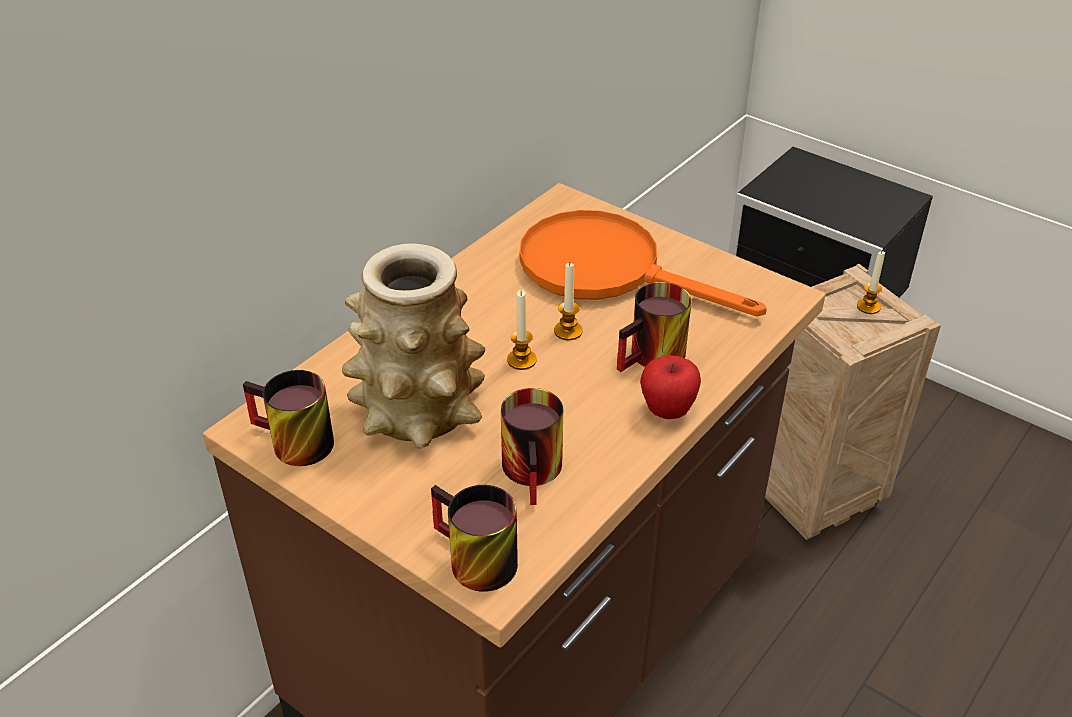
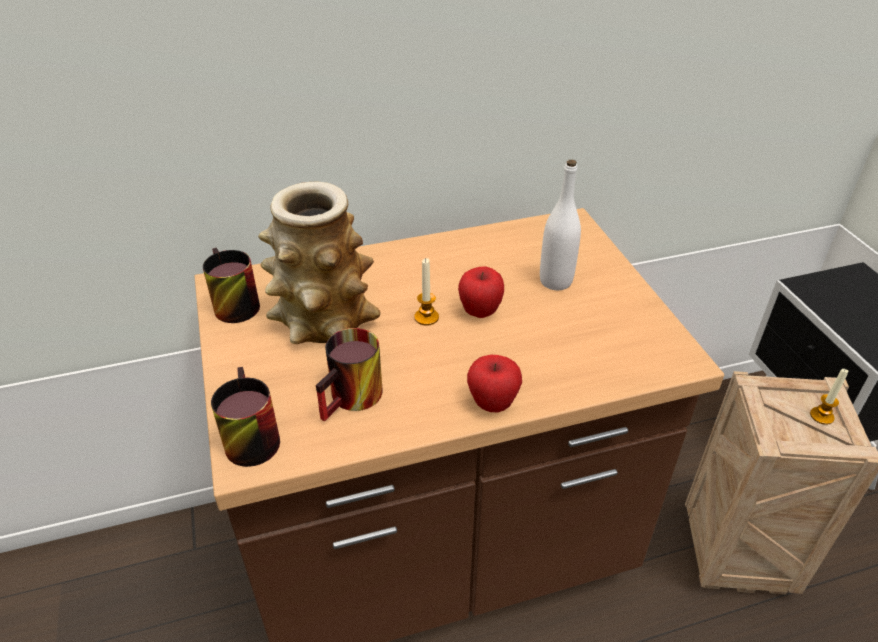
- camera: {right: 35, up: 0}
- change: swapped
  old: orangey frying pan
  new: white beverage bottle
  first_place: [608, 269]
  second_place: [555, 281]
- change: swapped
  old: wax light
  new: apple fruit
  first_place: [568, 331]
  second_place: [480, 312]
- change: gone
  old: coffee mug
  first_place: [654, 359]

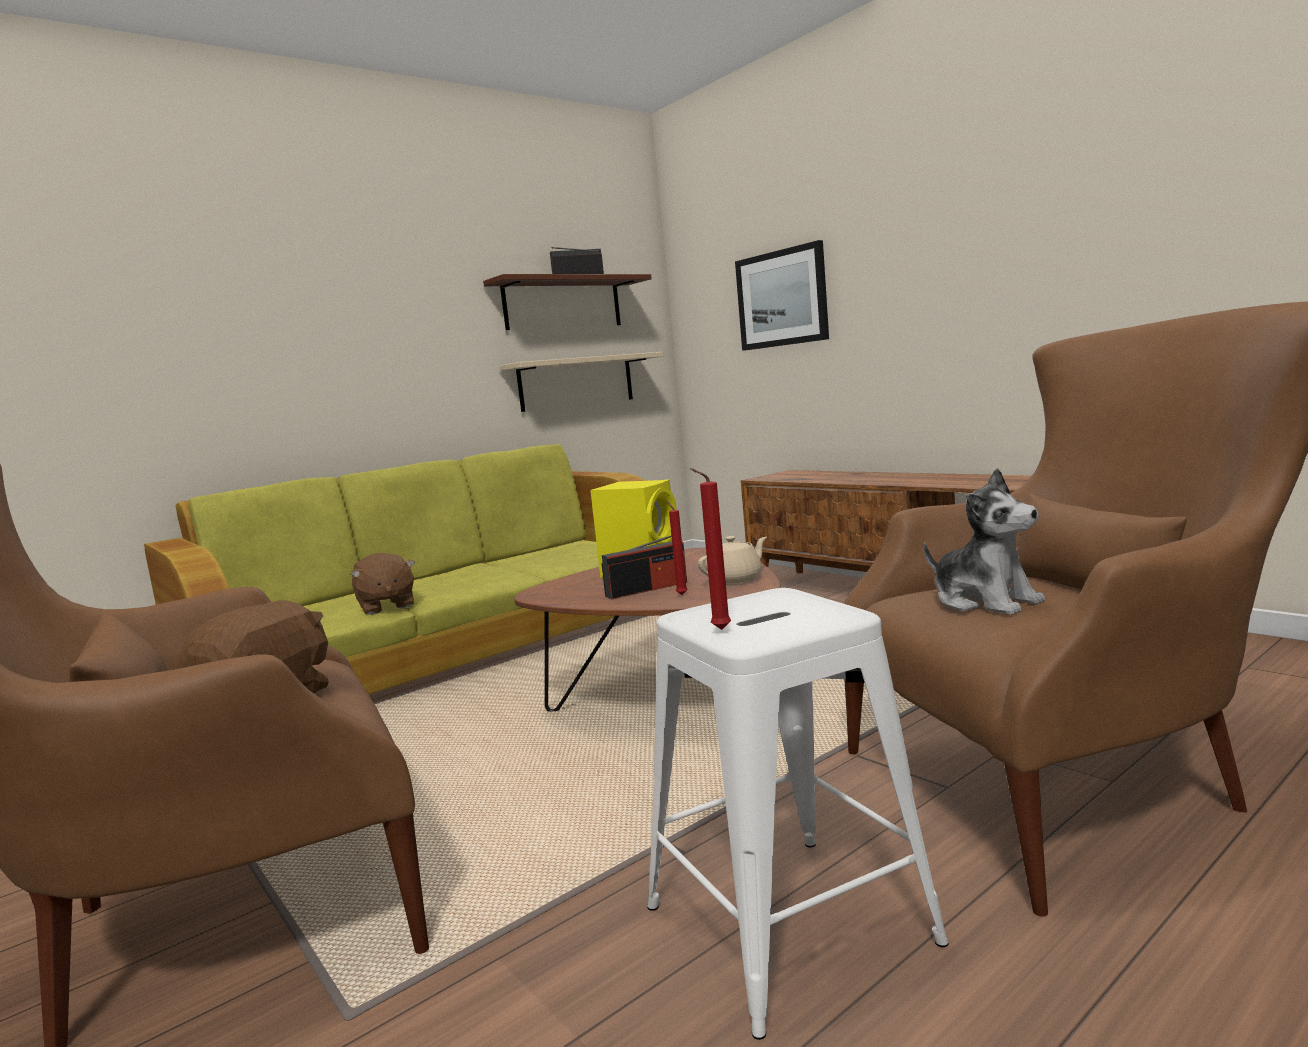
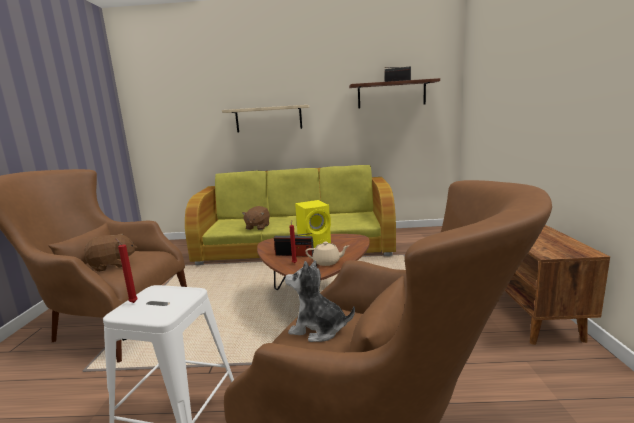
- camera: {right: 40, up: 5}
- change: gone
  old: wall picture
  first_place: [782, 298]
- change: shifted
  old: beige-coloured wall shelf
  first_place: [576, 382]
  second_place: [268, 119]
- change: rotated
  old: plush toy
  first_place: [985, 601]
  second_place: [318, 329]
  degrees: 105

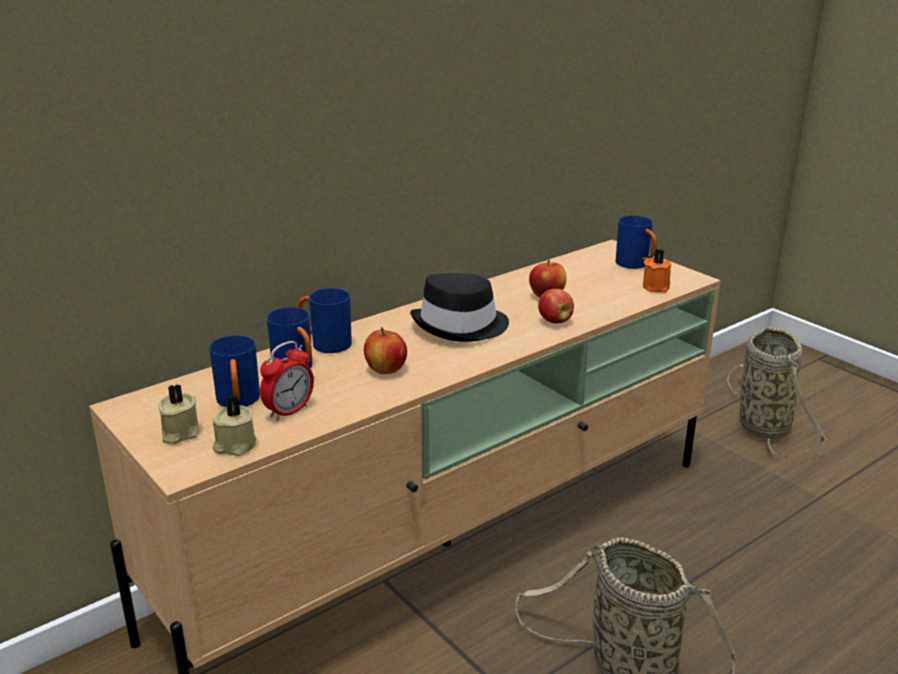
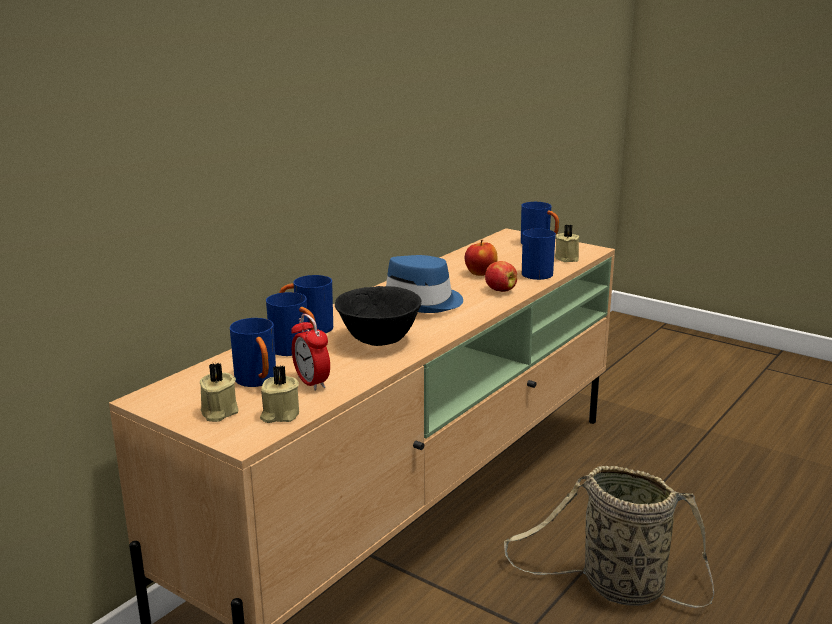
- camera: {right: -15, up: -5}
- change: repainted
  old: orangey wax light
  new: beige-coloured wax light
  first_place: [657, 286]
  second_place: [567, 258]
- change: repainted
  old: black-coloured wearable hat
  new: blue wearable hat
  first_place: [461, 326]
  second_place: [422, 302]
- change: swapped
  old: apple fruit
  new: black-coloured bowl
  first_place: [386, 370]
  second_place: [378, 341]
- change: gone
  old: storage basket
  first_place: [762, 424]
- change: rotated
  old: table clock
  first_place: [289, 411]
  second_place: [311, 383]
  degrees: 120
- change: new
  new: blue coffee mug
  second_place: [536, 272]

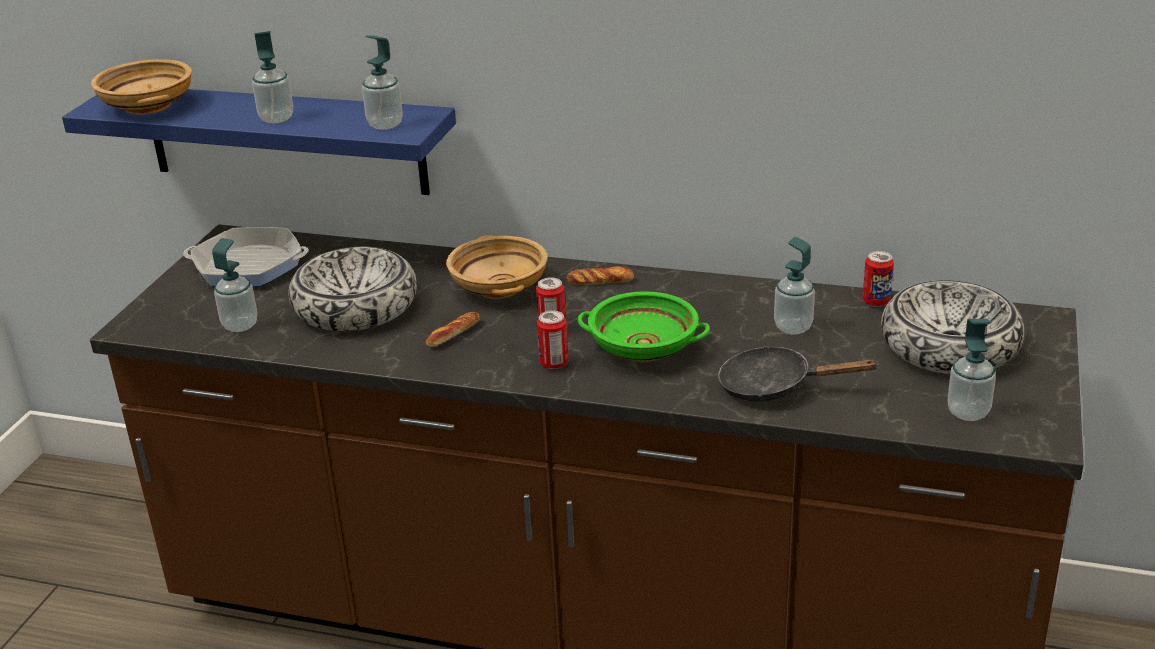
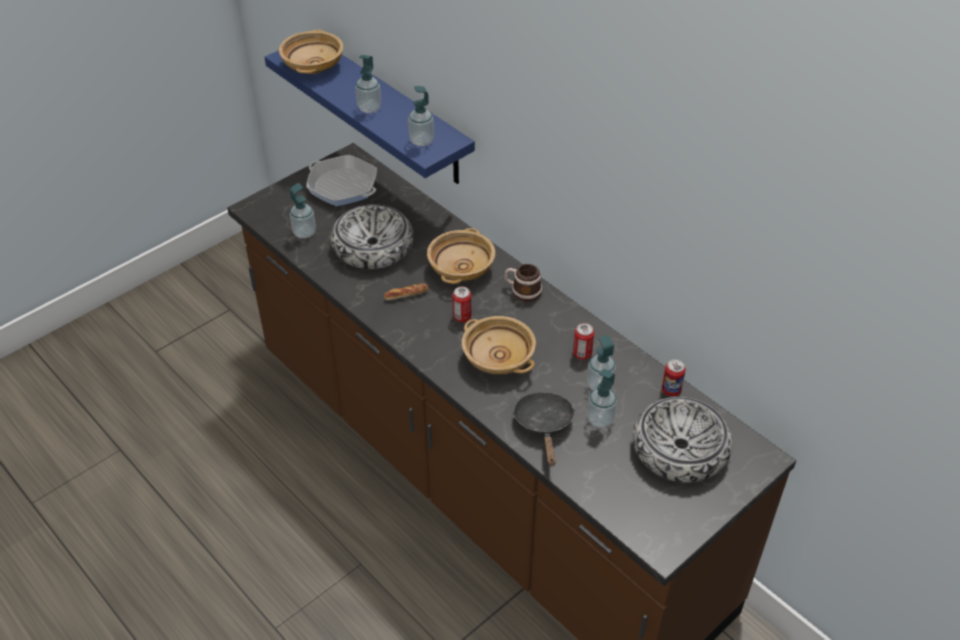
- camera: {right: 30, up: 15}
- change: swapped
  old: baked bread
  new: coffee mug
  first_place: [600, 281]
  second_place: [522, 291]
- change: repainted
  old: green-coloured bowl
  new: beige-coloured bowl
  first_place: [642, 349]
  second_place: [497, 358]
- change: shifted
  old: sealed can
  first_place: [554, 363]
  second_place: [582, 354]
- change: shifted
  old: soap dispenser
  first_place: [968, 412]
  second_place: [600, 419]
- change: rotated
  old: black-coloured frying pan
  first_place: [774, 386]
  second_place: [544, 425]
  degrees: 45

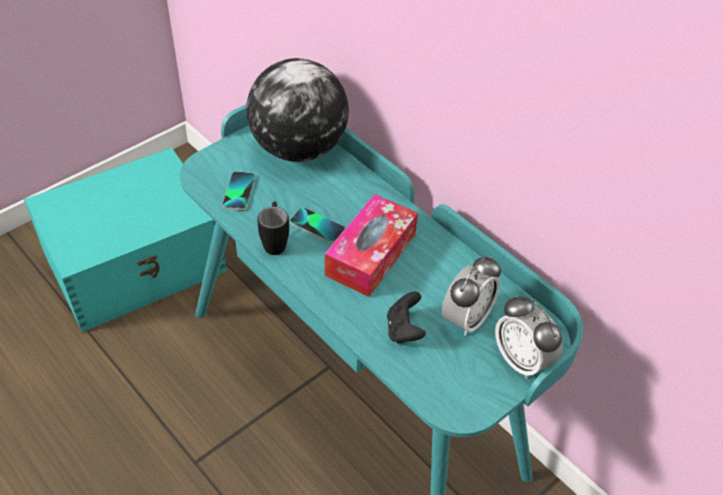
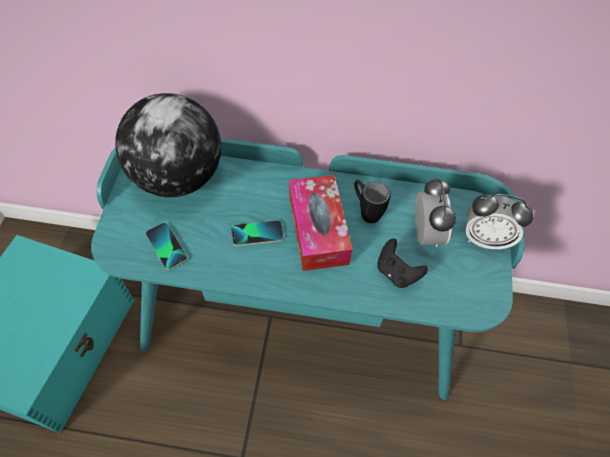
- camera: {right: -40, up: 10}
- change: shifted
  old: black-coloured coffee mug
  first_place: [275, 241]
  second_place: [366, 211]

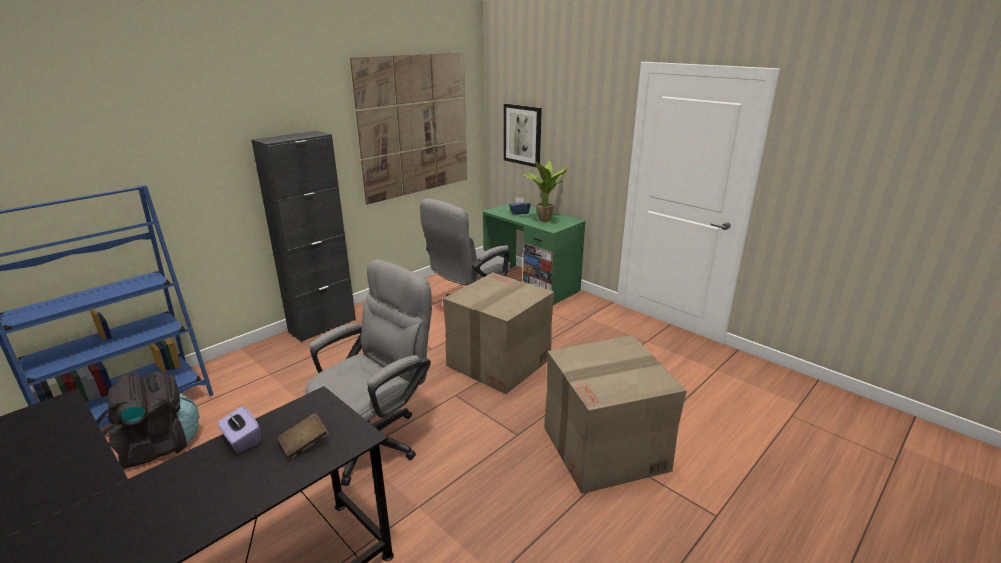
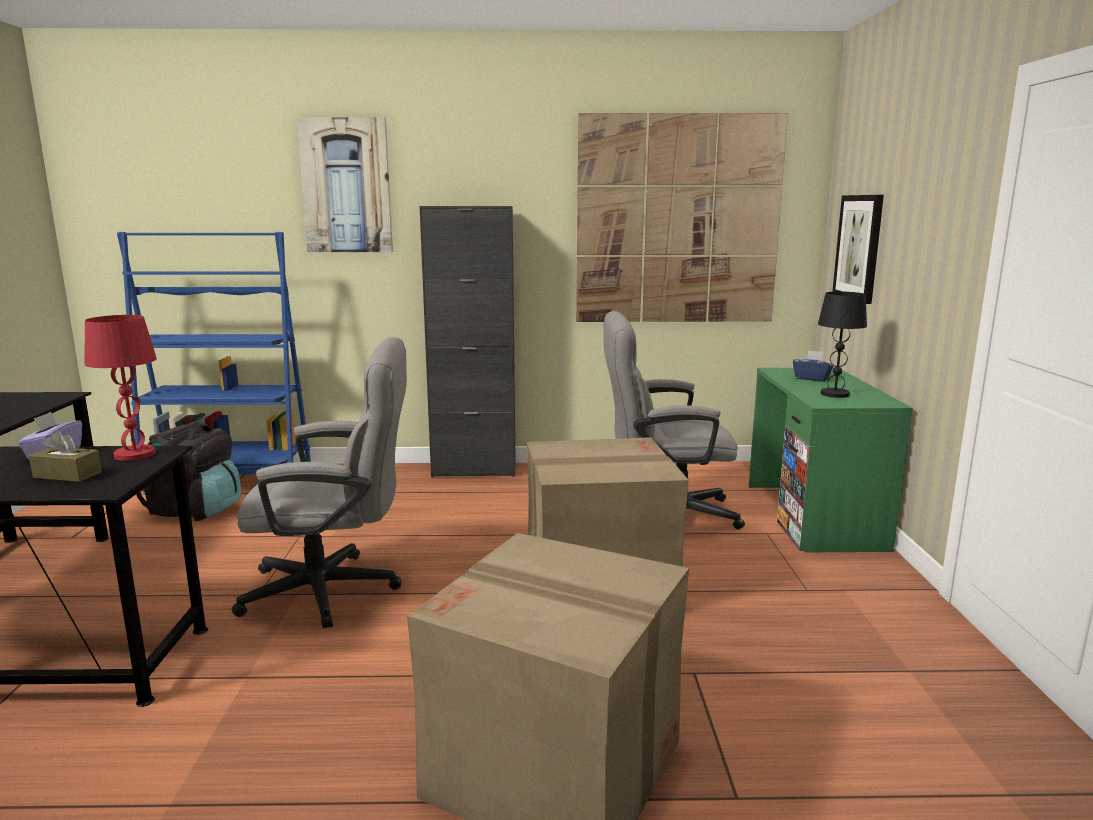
- camera: {right: 45, up: -10}
- change: swapped
  old: plant in a pot
  new: black-coloured lamp for a table
  first_place: [546, 221]
  second_place: [835, 394]
- change: swapped
  old: brownish volume
  new: brownish box of tissues
  first_place: [304, 444]
  second_place: [67, 475]
- change: new
  new: wall picture
  second_place: [346, 186]
- change: new
  new: red-coloured lamp for a table
  second_place: [135, 454]

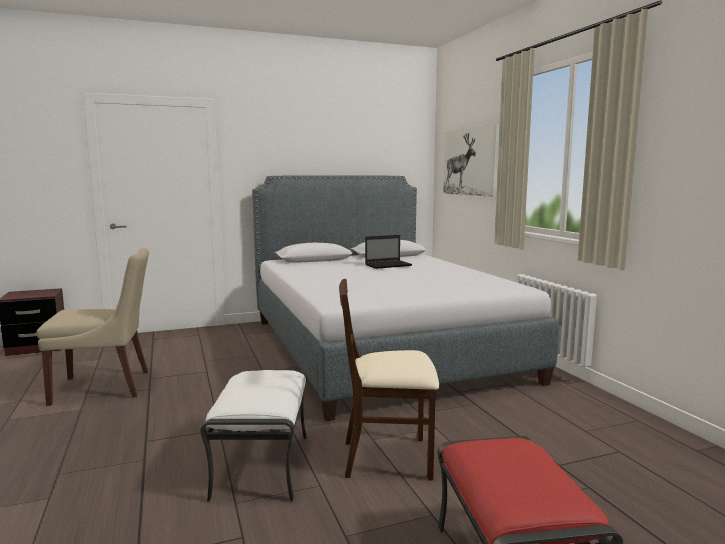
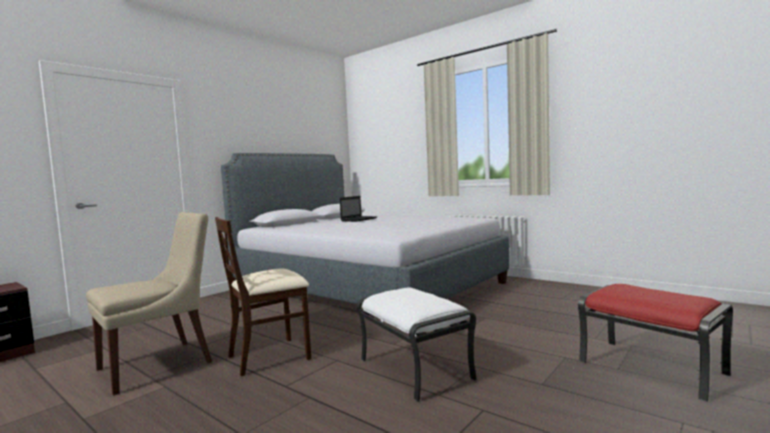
- camera: {right: -30, up: -5}
- change: gone
  old: wall picture
  first_place: [470, 162]
- change: shifted
  old: beige-coloured chair
  first_place: [388, 458]
  second_place: [270, 356]

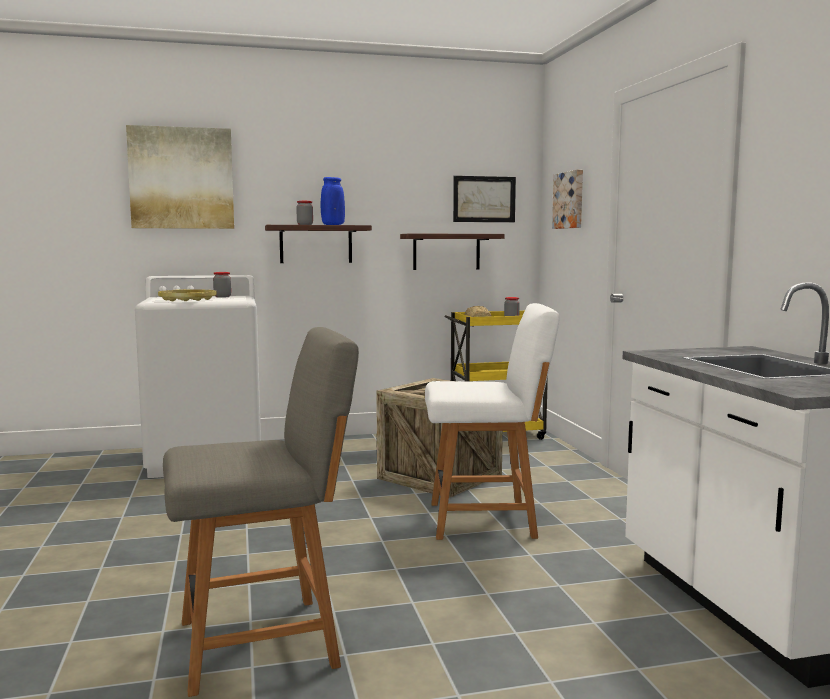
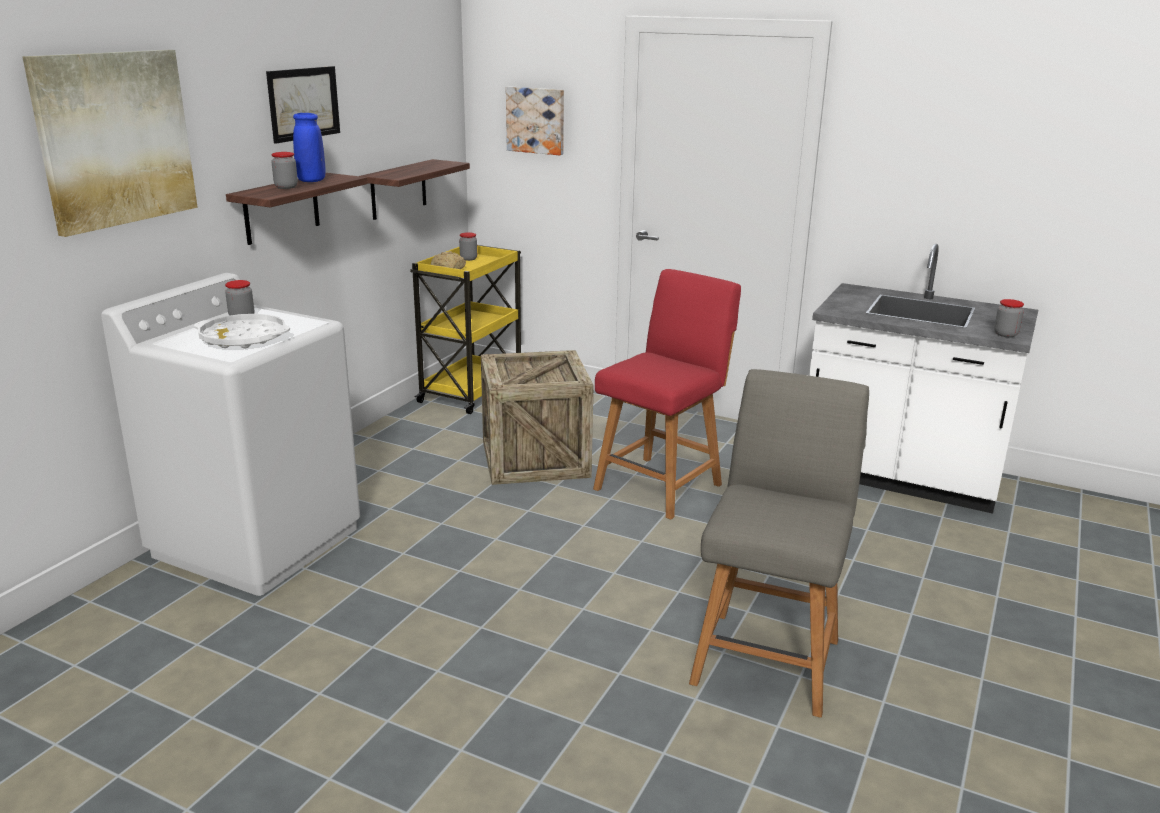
- camera: {right: -50, up: 15}
- change: shifted
  old: wall picture
  first_place: [484, 199]
  second_place: [304, 103]
- change: repainted
  old: yellow tray
  new: white tray
  first_place: [187, 299]
  second_place: [243, 338]
- change: repainted
  old: white chair
  new: red-coloured chair
  first_place: [486, 520]
  second_place: [660, 485]
- change: new
  new: jar
  second_place: [1005, 334]

